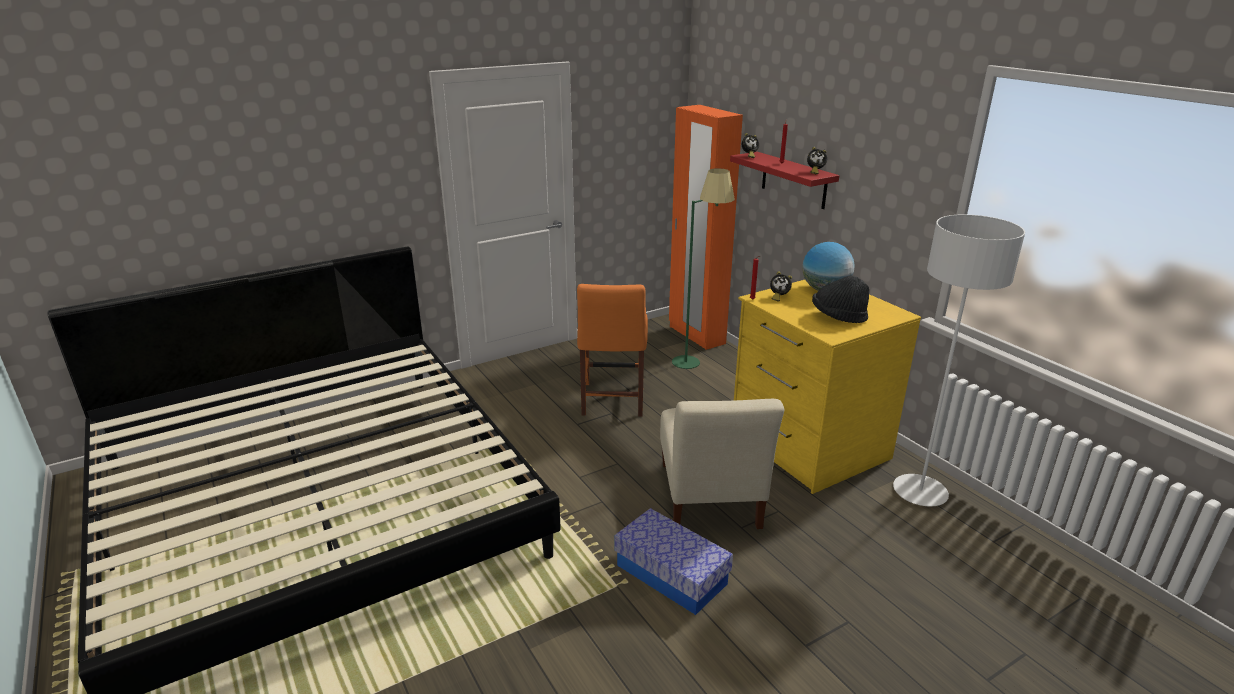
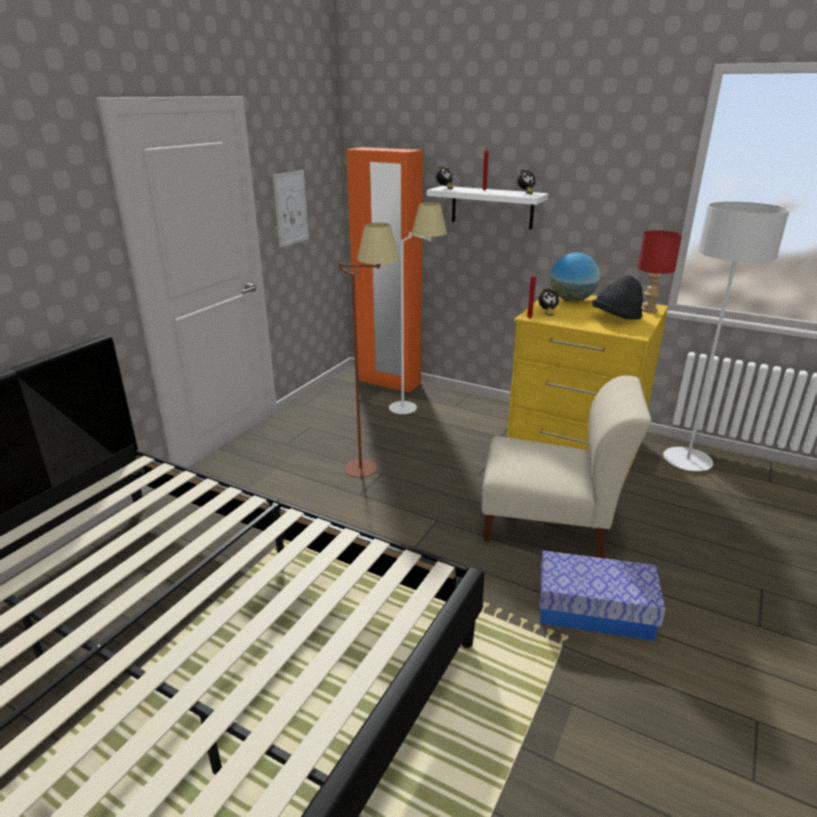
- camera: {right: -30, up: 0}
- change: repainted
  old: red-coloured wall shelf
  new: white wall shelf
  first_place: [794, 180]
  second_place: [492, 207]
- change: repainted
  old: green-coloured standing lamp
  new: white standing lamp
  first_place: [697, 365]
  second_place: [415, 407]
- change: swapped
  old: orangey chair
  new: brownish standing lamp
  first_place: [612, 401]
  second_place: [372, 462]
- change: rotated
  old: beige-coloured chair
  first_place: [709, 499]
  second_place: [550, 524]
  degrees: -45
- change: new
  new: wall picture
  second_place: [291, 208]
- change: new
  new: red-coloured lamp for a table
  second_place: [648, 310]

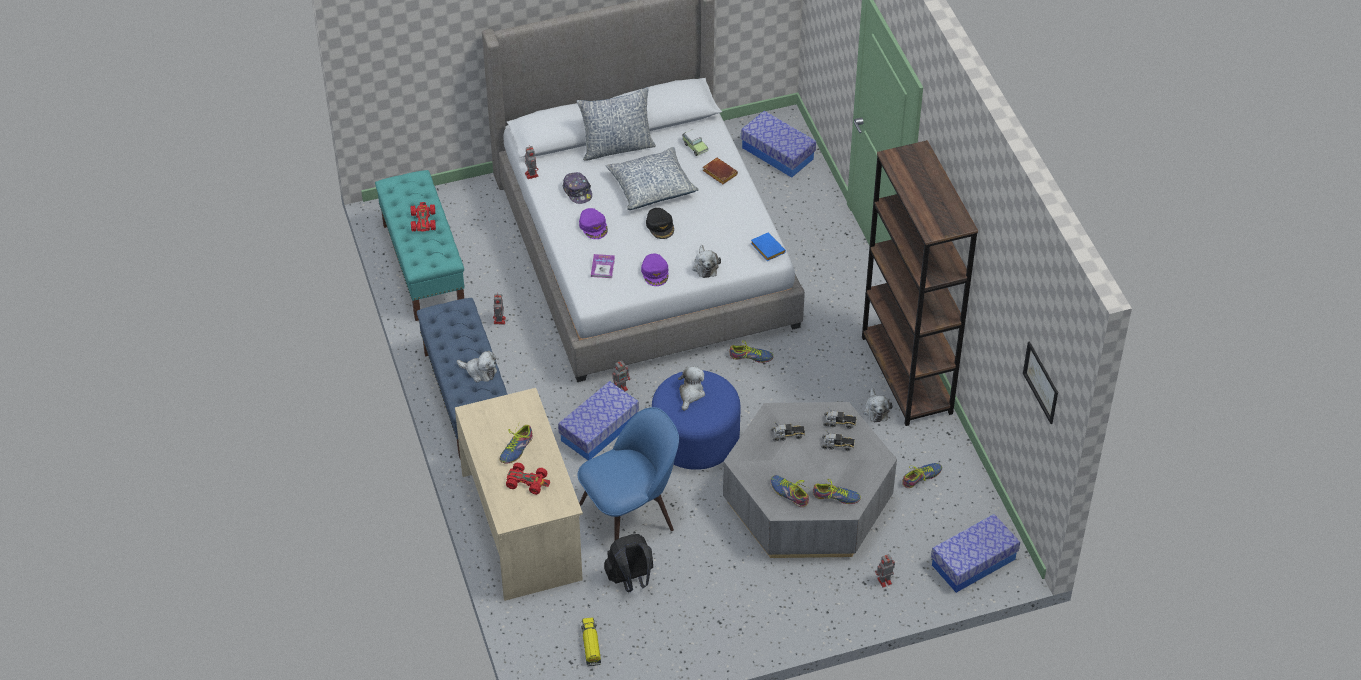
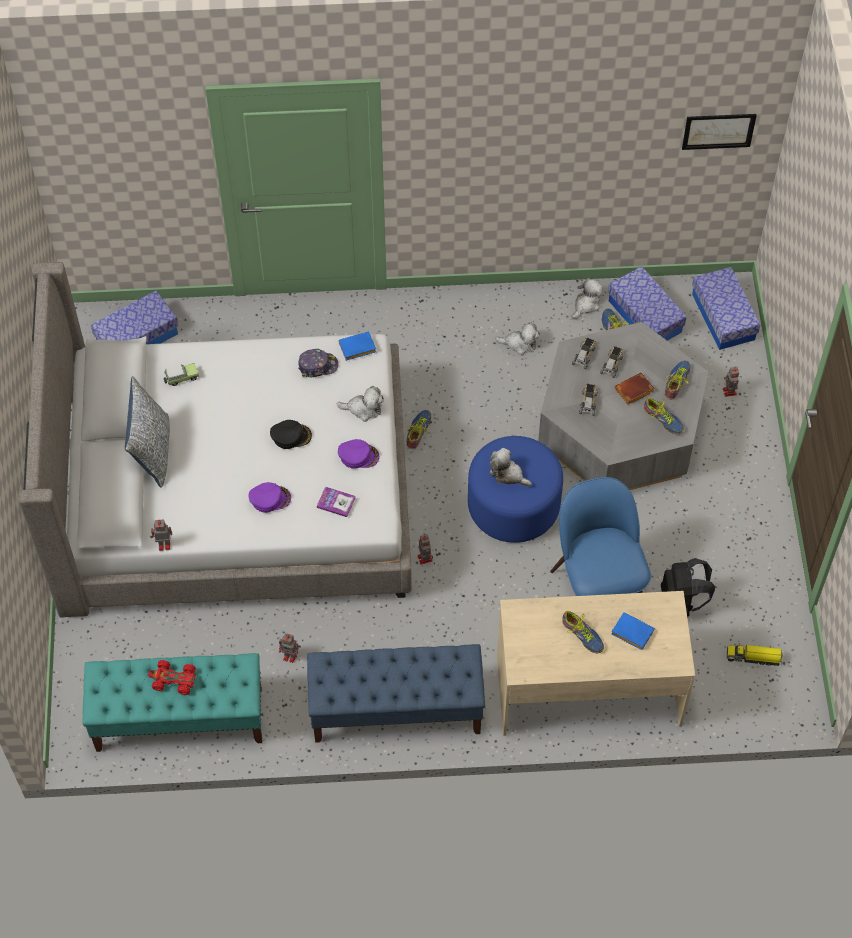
- camera: {right: -75, up: 10}
- change: gone
  old: brownish bookcase
  first_place: [906, 375]
- change: gone
  old: cushion
  first_place: [652, 186]
- change: shifted
  old: brownish volume
  first_place: [718, 173]
  second_place: [634, 391]
- change: shifted
  old: baseball cap
  first_place: [577, 191]
  second_place: [318, 366]
- change: shifted
  old: plush toy
  first_place: [479, 372]
  second_place: [586, 304]
- change: shifted
  old: storage container
  first_place: [599, 430]
  second_place: [644, 316]
- change: swapped
  old: red-coloured miniature car
  new: blue volume
  first_place: [527, 482]
  second_place: [631, 633]
- change: rotated
  old: shoe
  first_place: [789, 493]
  second_place: [663, 419]
  degrees: -105

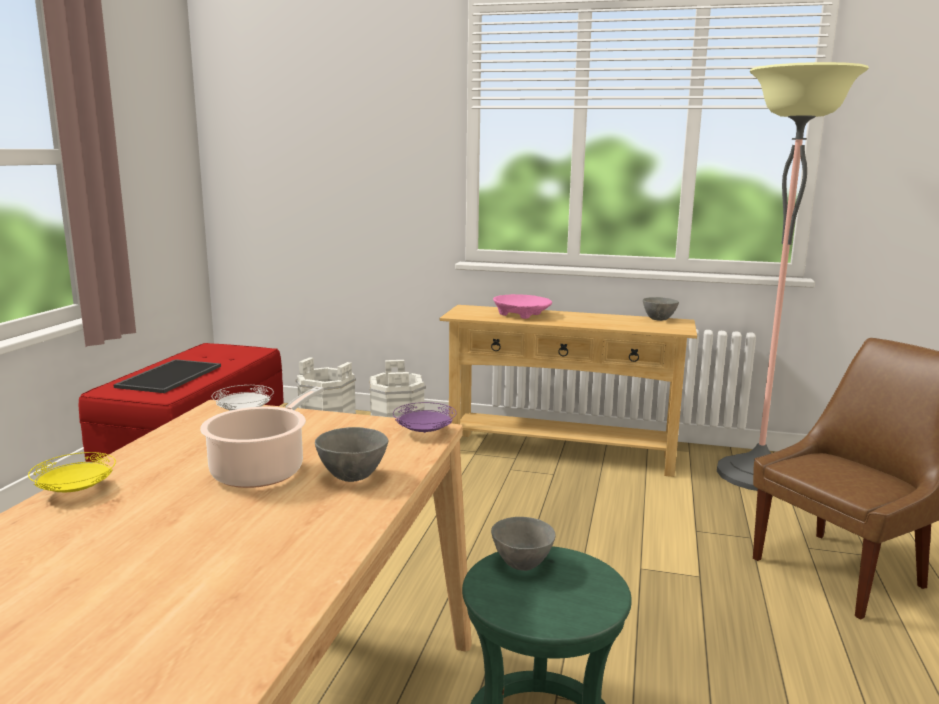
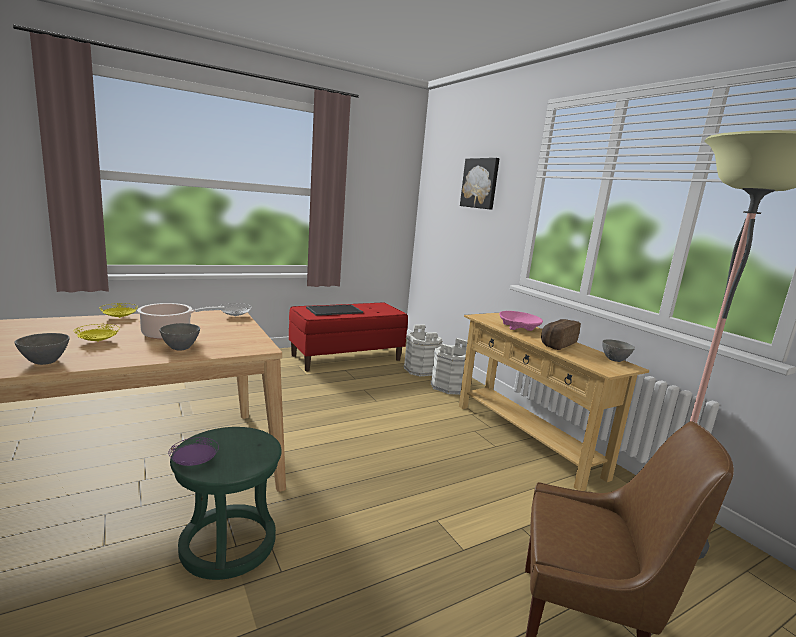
- camera: {right: 45, up: 0}
- change: shifted
  old: purplish flat dish
  first_place: [424, 432]
  second_place: [194, 462]
- change: shifted
  old: gray bowl
  first_place: [522, 565]
  second_place: [45, 362]
- change: new
  new: wall picture
  second_place: [480, 183]
- change: new
  new: baked bread
  second_place: [556, 343]
- change: new
  new: yellow flat dish
  second_place: [97, 341]

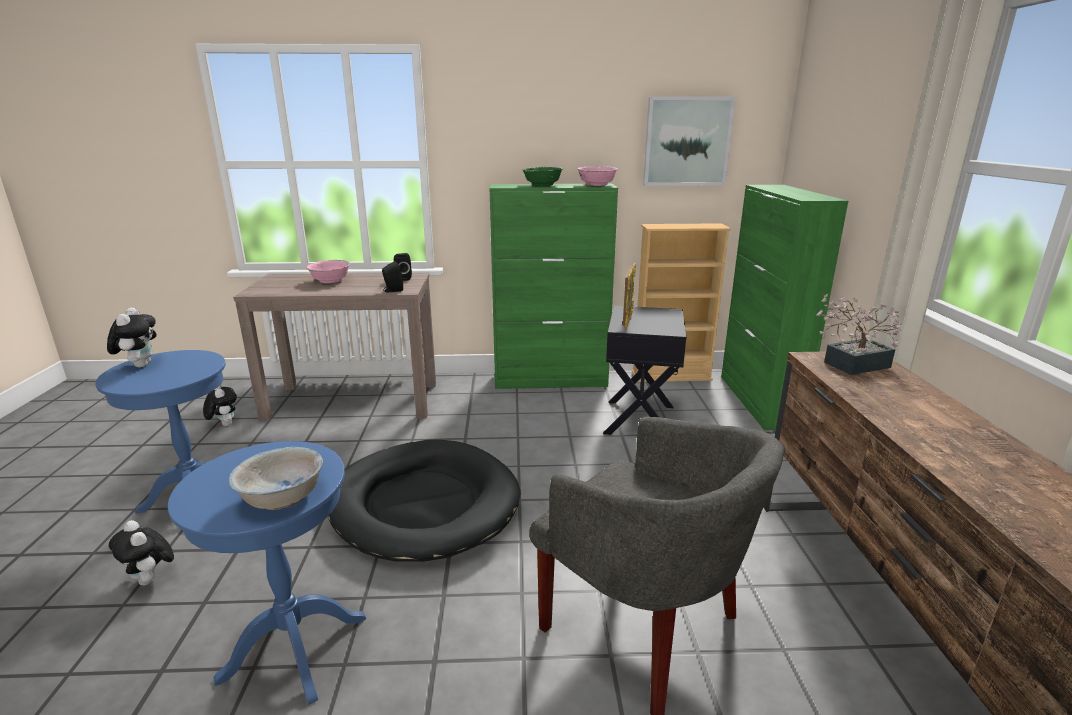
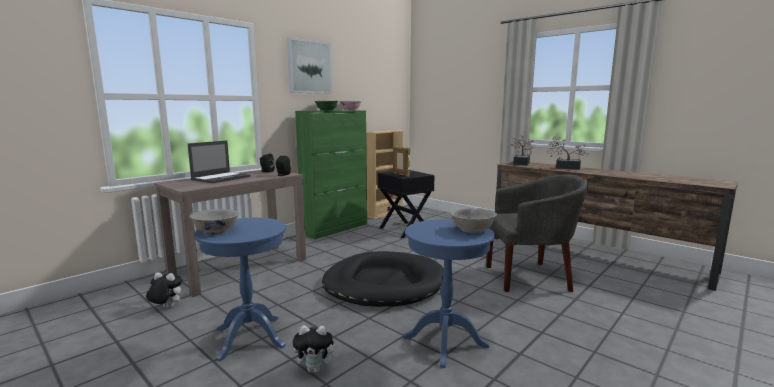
- camera: {right: -45, up: -10}
- change: shifted
  old: wall picture
  first_place: [686, 142]
  second_place: [309, 67]
- change: gone
  old: green-coloured cupboard
  first_place: [759, 401]
- change: swapped
  old: pinkish bowl
  new: notebook computer
  first_place: [330, 280]
  second_place: [221, 178]
- change: swapped
  old: plush toy
  new: white bowl
  first_place: [140, 365]
  second_place: [216, 231]
- change: new
  new: plant in a pot
  second_place: [564, 167]

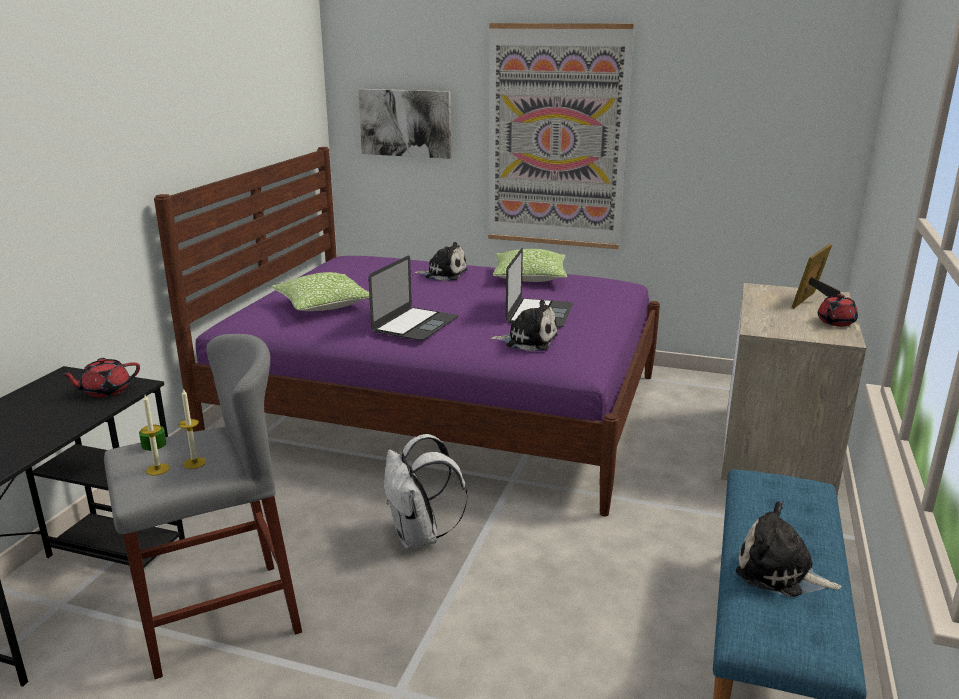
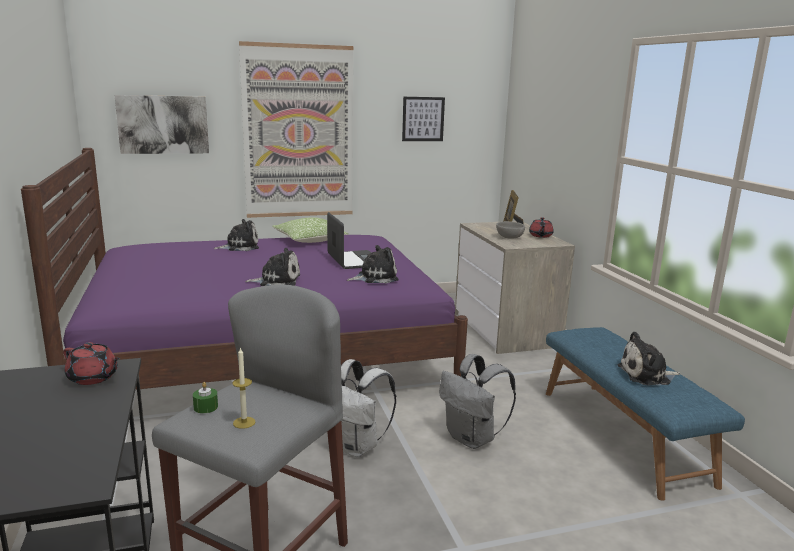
- camera: {right: -35, up: -5}
- change: swapped
  old: notebook computer
  new: plush toy
  first_place: [415, 324]
  second_place: [277, 281]
- change: gone
  old: cushion
  first_place: [323, 305]
- change: rotated
  old: red-coloured teapot
  first_place: [106, 391]
  second_place: [93, 378]
  degrees: -90
- change: gone
  old: wax light
  first_place: [194, 463]
- change: new
  new: wall picture
  second_place: [423, 119]
- change: new
  new: gray bowl
  second_place: [509, 237]
- change: new
  new: gray knapsack
  second_place: [472, 439]

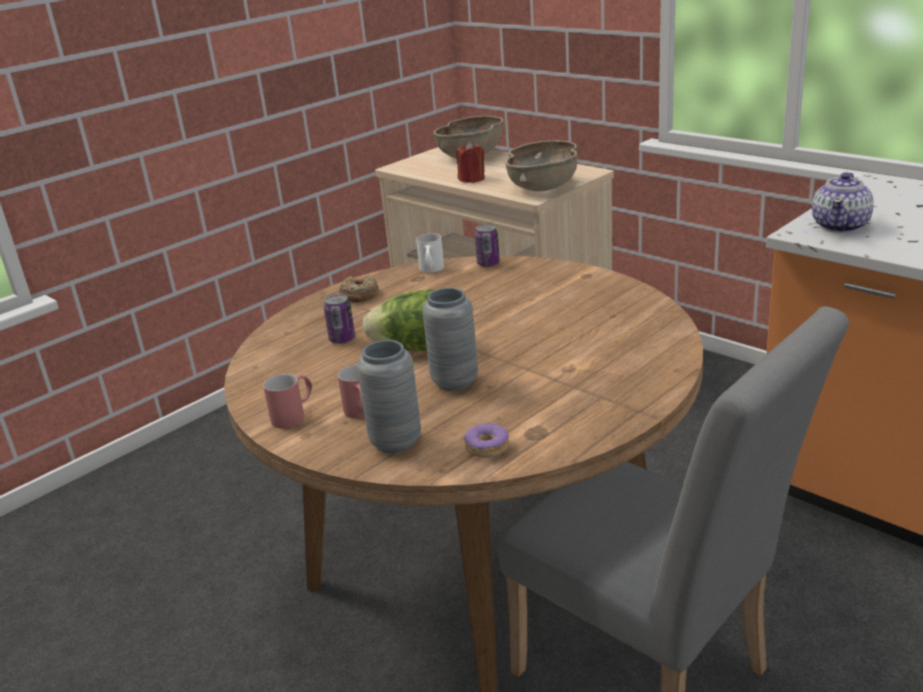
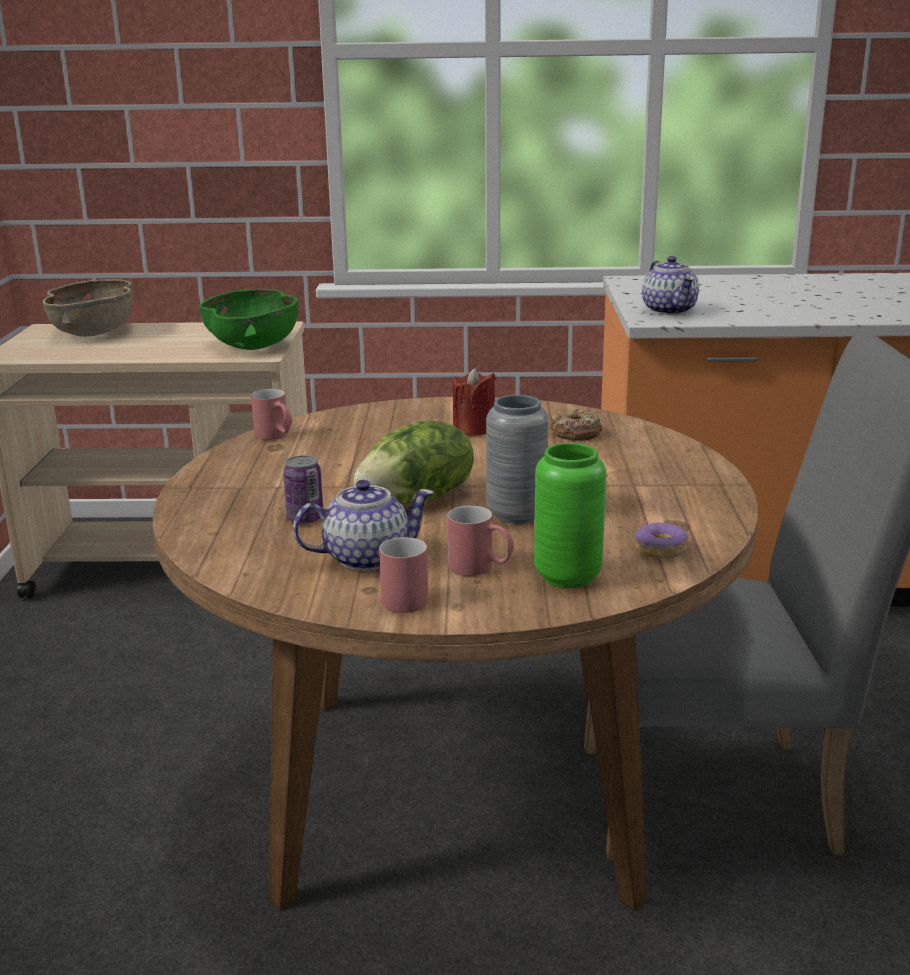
- camera: {right: -45, up: -5}
- change: repainted
  old: brownish bowl
  new: green-coloured bowl
  first_place: [543, 187]
  second_place: [253, 345]
- change: shifted
  old: red-coloured wax light
  first_place: [472, 179]
  second_place: [474, 429]
- change: gone
  old: sealed can
  first_place: [488, 264]
- change: repainted
  old: white coffee mug
  new: red-coloured coffee mug
  first_place: [431, 270]
  second_place: [276, 437]
- change: shifted
  old: ring doughnut
  first_place: [359, 295]
  second_place: [576, 433]
- change: repainted
  old: gray decorative vase
  new: green-coloured decorative vase
  first_place: [395, 442]
  second_place: [567, 576]
- change: new
  new: teapot
  second_place: [365, 558]

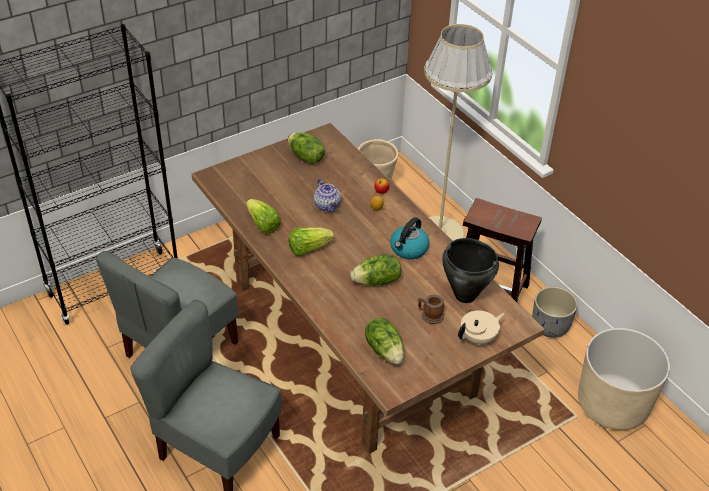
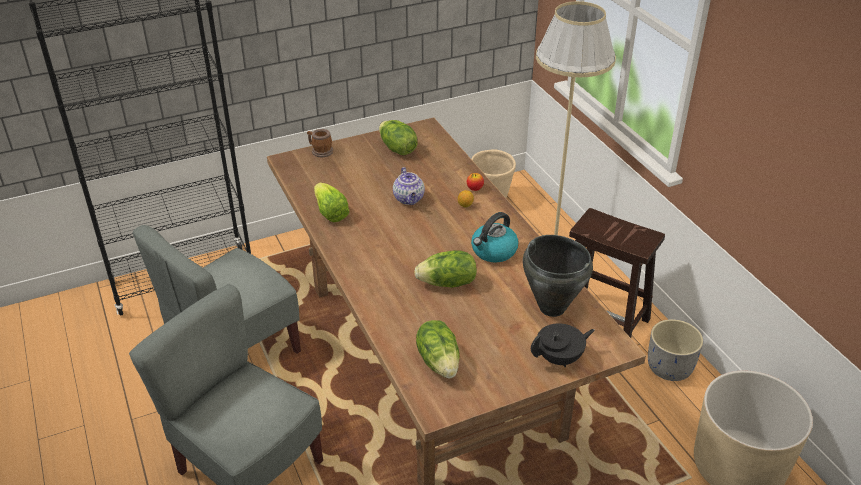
- camera: {right: 10, up: -5}
- change: gone
  old: lettuce
  first_place: [308, 248]
- change: shifted
  old: coffee mug
  first_place: [430, 315]
  second_place: [320, 151]
- change: repainted
  old: beige-coloured teapot
  new: black-coloured teapot
  first_place: [478, 338]
  second_place: [560, 358]

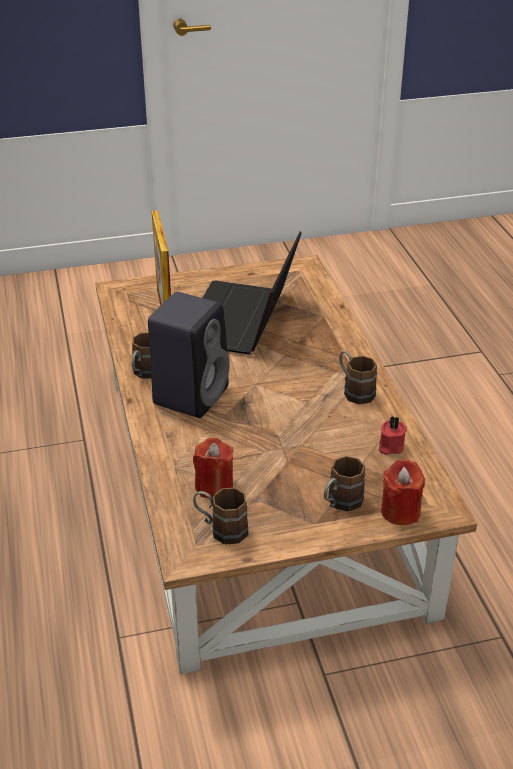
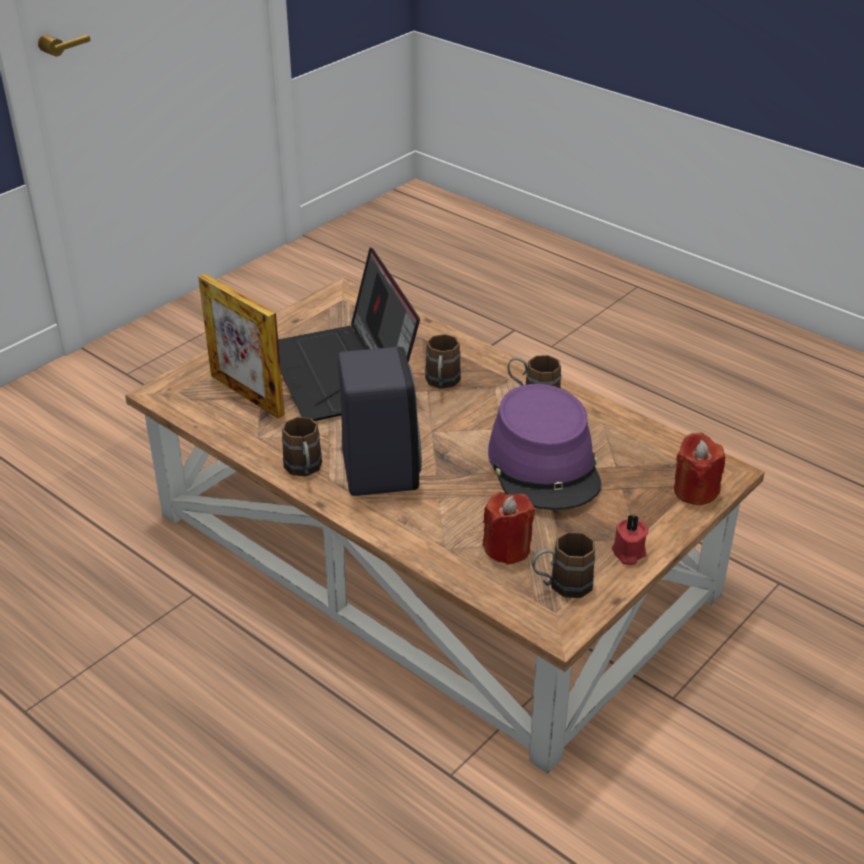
- camera: {right: -35, up: 0}
- change: shifted
  old: red-coloured wax light
  first_place: [390, 446]
  second_place: [628, 553]
- change: shifted
  old: brownish coffee mug
  first_place: [340, 503]
  second_place: [442, 383]
- change: new
  new: purplish wearable hat
  second_place: [545, 465]

